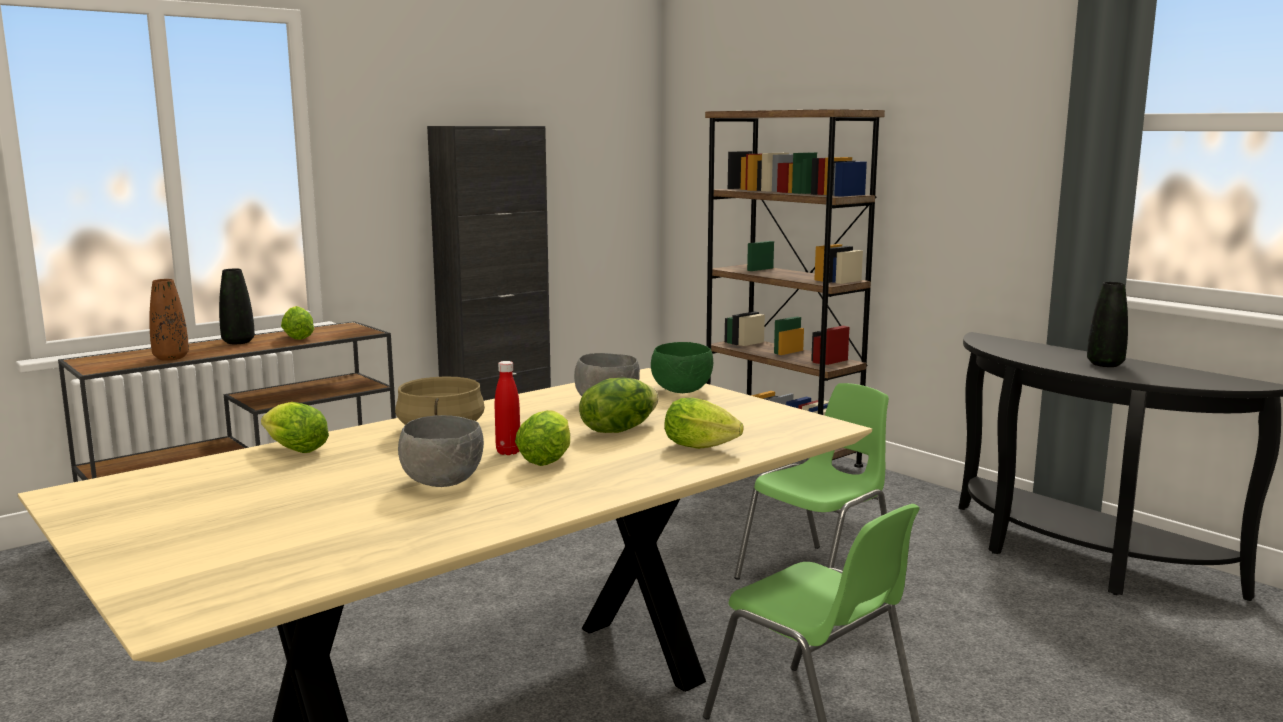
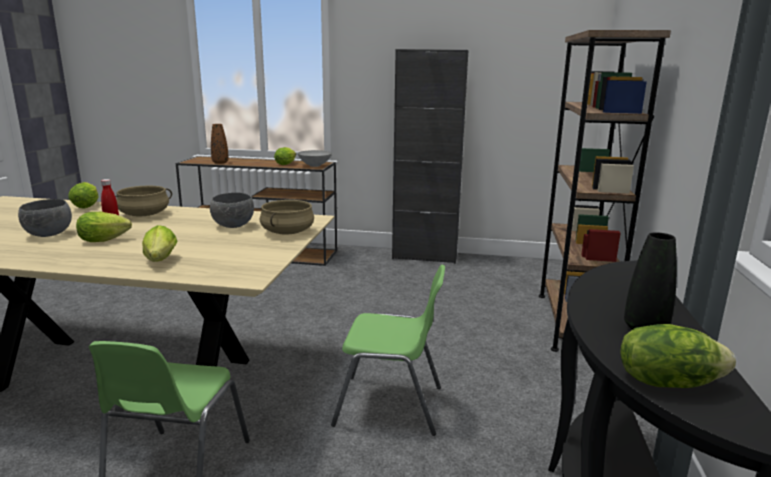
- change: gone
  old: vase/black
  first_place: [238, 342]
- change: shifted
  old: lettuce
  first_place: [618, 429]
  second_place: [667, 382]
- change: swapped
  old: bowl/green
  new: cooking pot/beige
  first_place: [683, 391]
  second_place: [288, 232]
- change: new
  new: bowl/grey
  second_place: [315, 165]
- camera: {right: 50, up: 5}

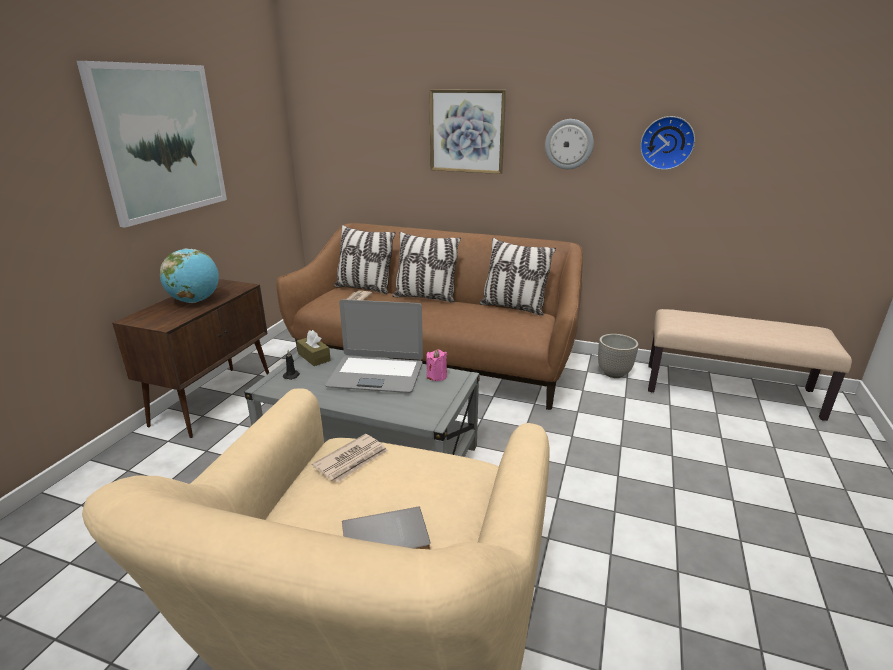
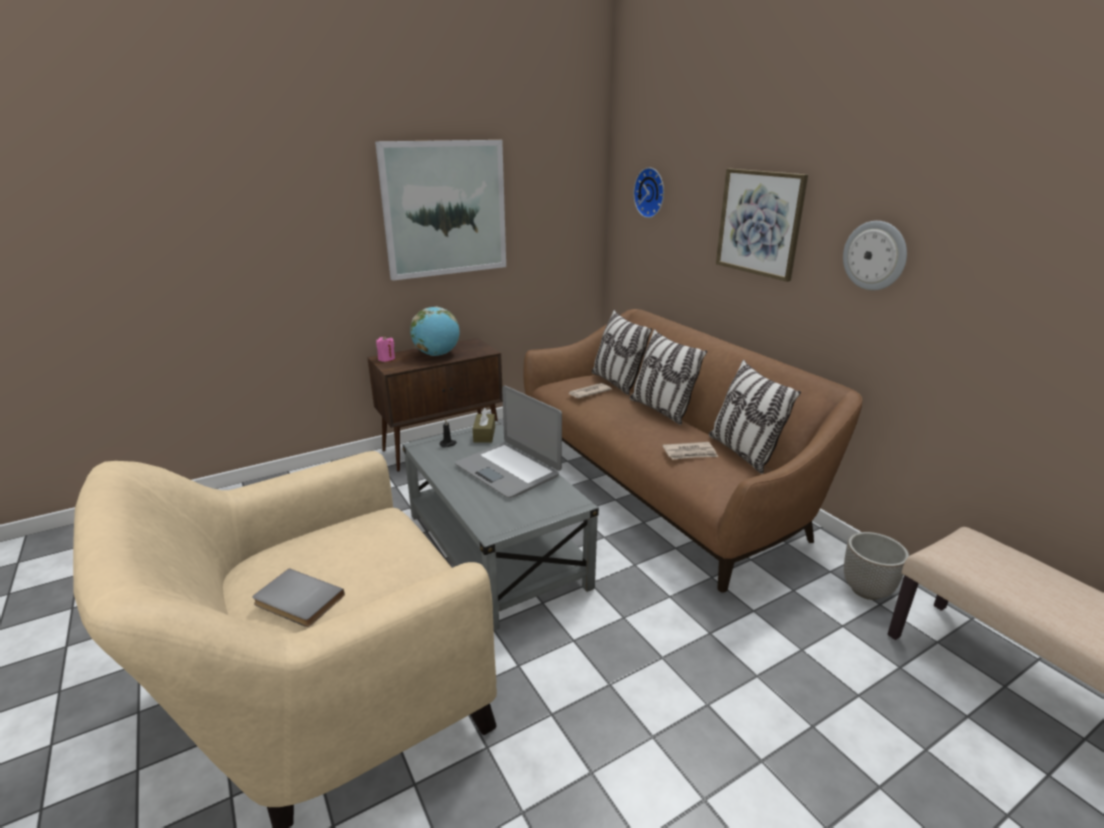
- change: shifted
  old: newspaper
  first_place: [352, 460]
  second_place: [690, 453]
- change: shifted
  old: candle/pink
  first_place: [436, 376]
  second_place: [386, 359]
- change: shifted
  old: wall clock
  first_place: [667, 143]
  second_place: [651, 192]
- camera: {right: 40, up: 0}

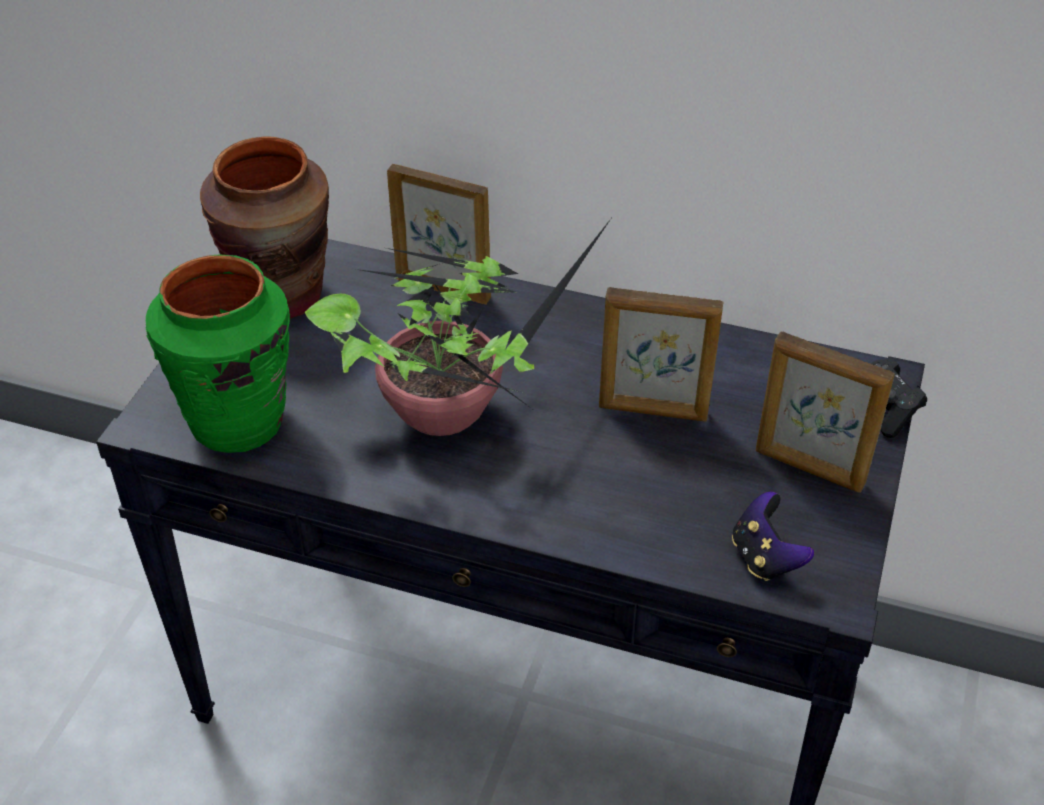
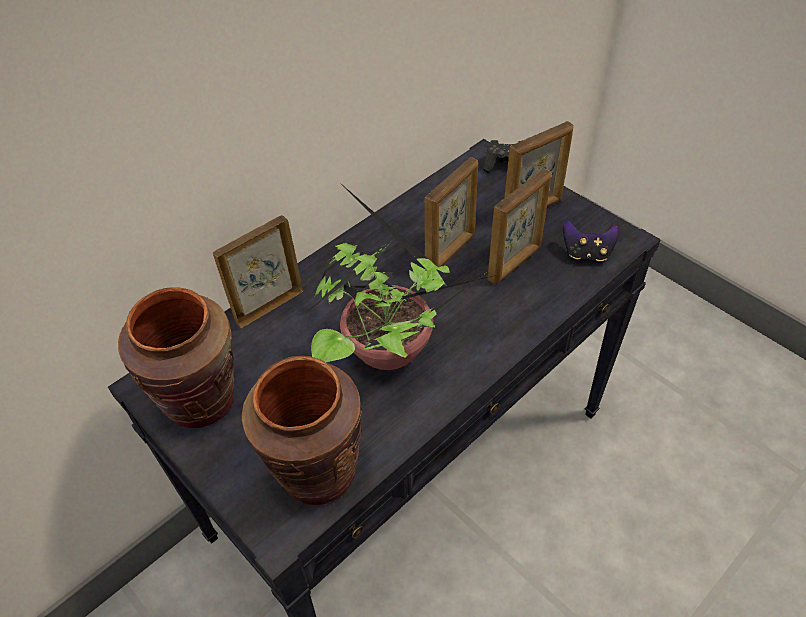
- change: repainted
  old: vase/green
  new: vase/brown
  first_place: [238, 421]
  second_place: [317, 472]
- change: new
  new: picture frame
  second_place: [515, 263]
- camera: {right: -60, up: 5}

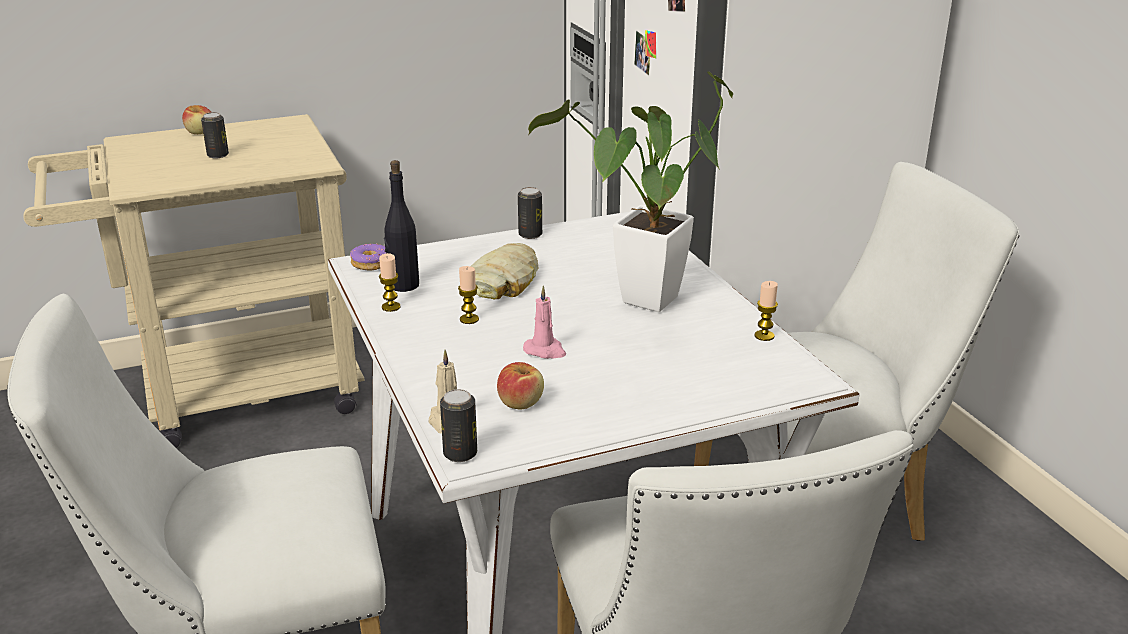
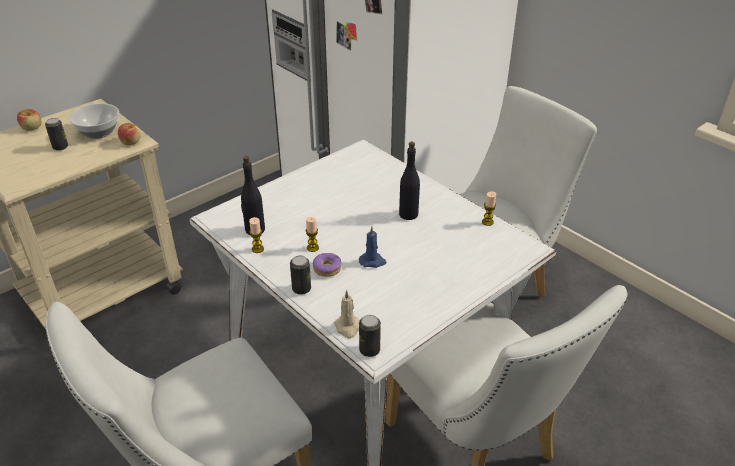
- change: shifted
  old: donut
  first_place: [371, 264]
  second_place: [327, 268]
- change: gone
  old: bread
  first_place: [506, 281]
- change: shifted
  old: apple
  first_place: [520, 402]
  second_place: [131, 142]
- change: shifted
  old: can
  first_place: [530, 235]
  second_place: [301, 289]
- change: repainted
  old: candle/pink
  new: candle/blue
  first_place: [545, 351]
  second_place: [372, 261]
- change: swapped
  old: potted plant
  new: bottle/black
  first_place: [643, 305]
  second_place: [408, 214]
- change: new
  new: bowl
  second_place: [99, 132]
- camera: {right: -20, up: 10}

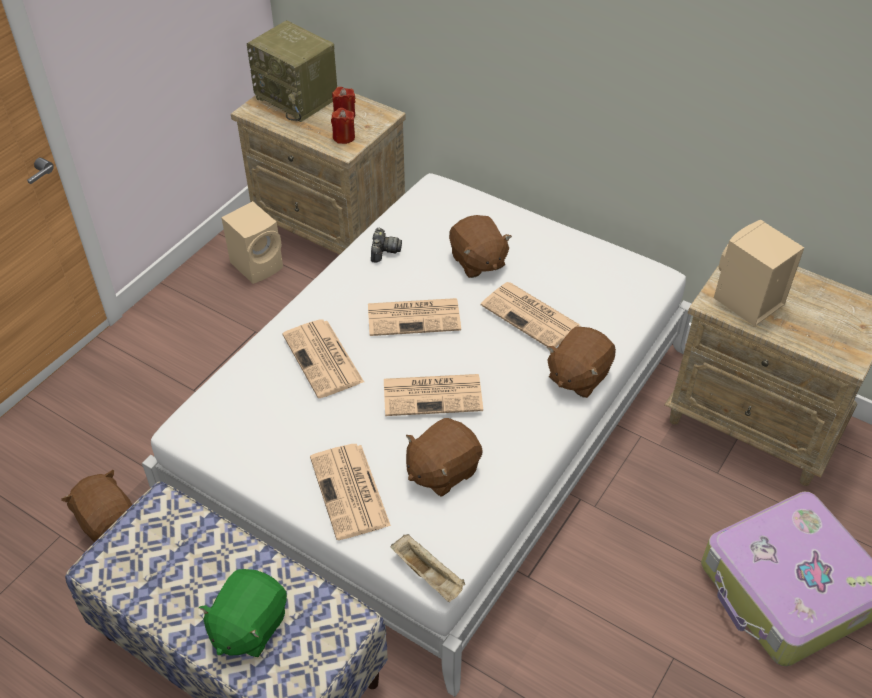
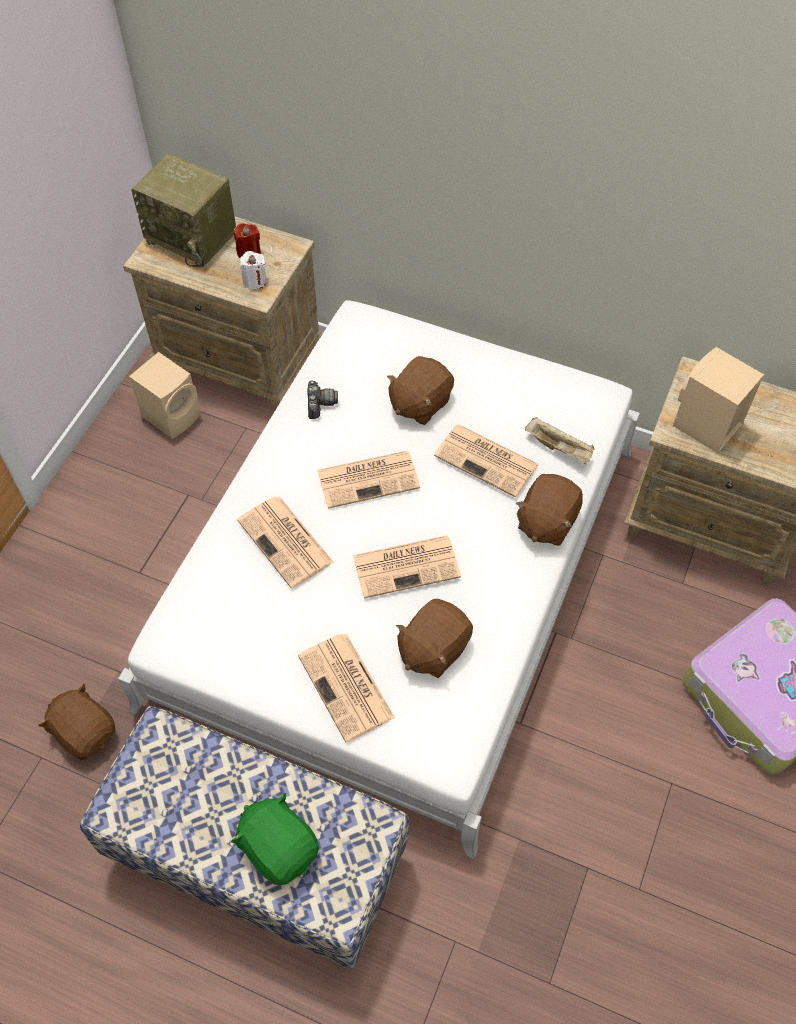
- change: rotated
  old: plush toy/green
  first_place: [248, 626]
  second_place: [279, 848]
  degrees: 120
- change: repainted
  old: candle/red
  new: candle/white
  first_place: [344, 137]
  second_place: [254, 281]
- change: shifted
  old: tray/beige
  first_place: [429, 575]
  second_place: [559, 448]
- change: rotated
  old: plush toy/brown
  first_place: [477, 261]
  second_place: [419, 403]
  degrees: 75
- camera: {right: -10, up: 10}

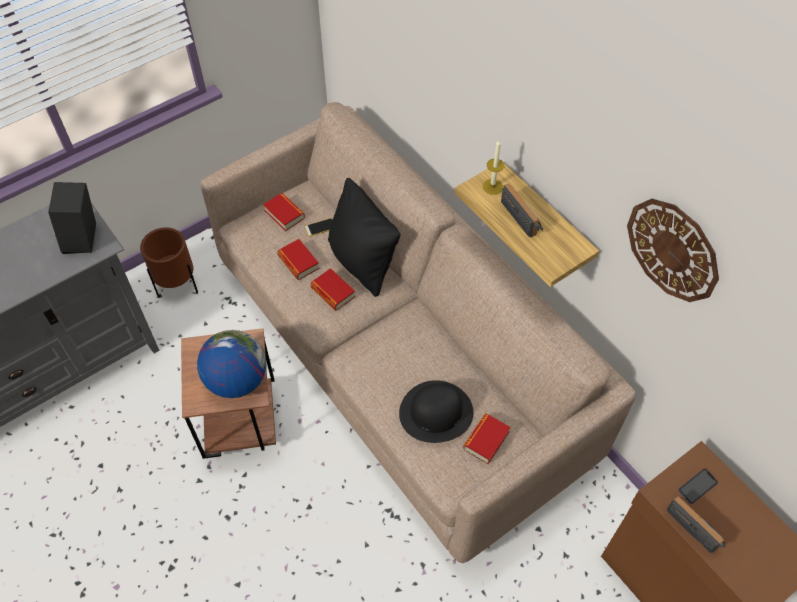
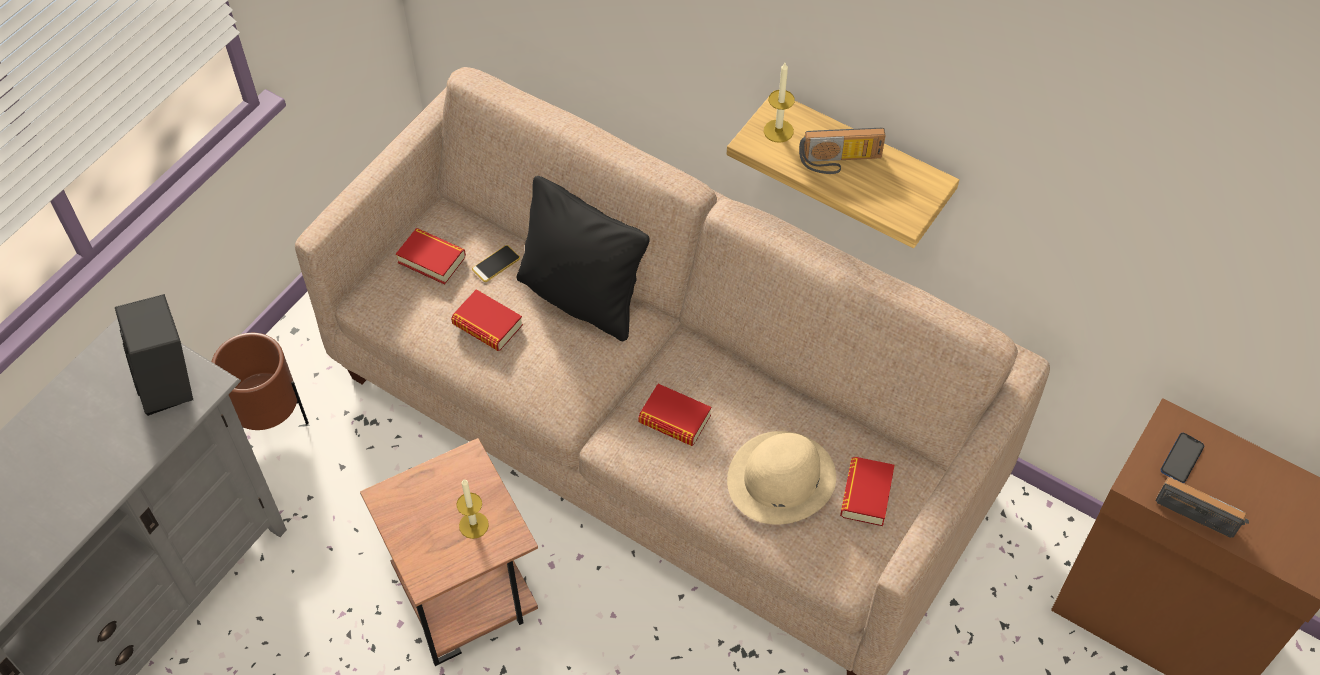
- change: swapped
  old: globe
  new: candle
  first_place: [236, 380]
  second_place: [473, 525]
- change: shifted
  old: book
  first_place: [333, 292]
  second_place: [674, 419]
- change: repainted
  old: hat/black
  new: hat/beige
  first_place: [436, 412]
  second_place: [781, 478]
- change: rotated
  old: radio
  first_place: [523, 217]
  second_place: [840, 162]
  degrees: 135
- change: gone
  old: wall clock
  first_place: [672, 250]
- camera: {right: -20, up: 0}

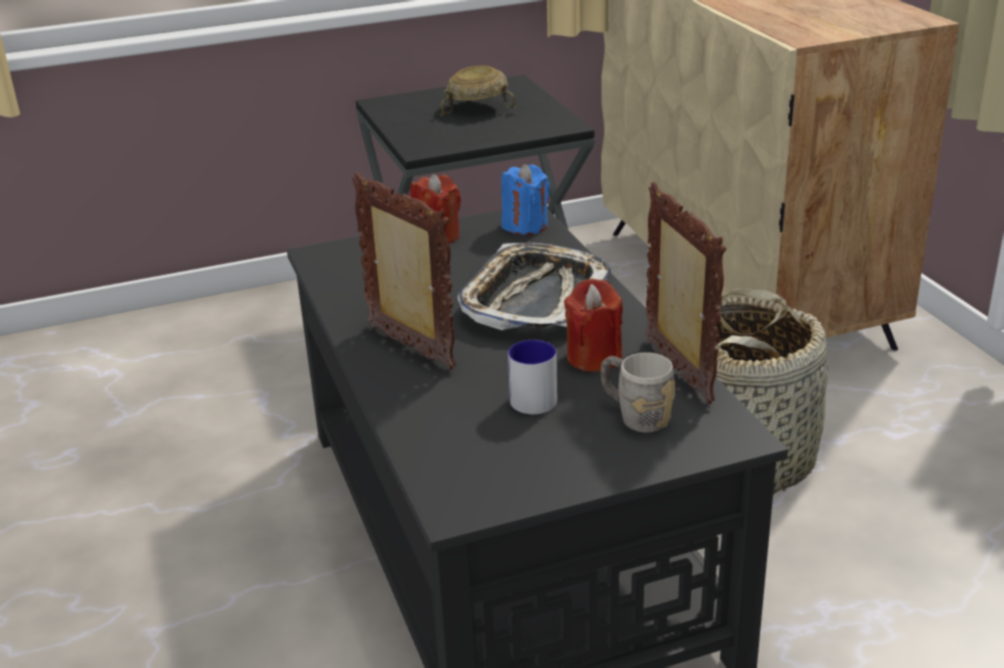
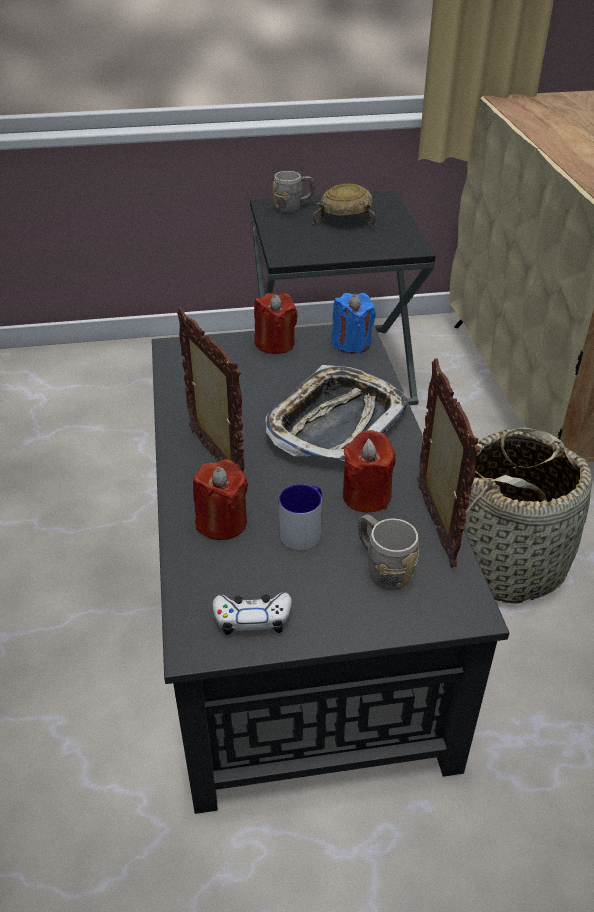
- change: new
  new: candle/red
  second_place: [222, 522]
- change: new
  new: game controller/white
  second_place: [252, 618]
- change: new
  new: mug/grey
  second_place: [293, 207]
- camera: {right: 10, up: 10}

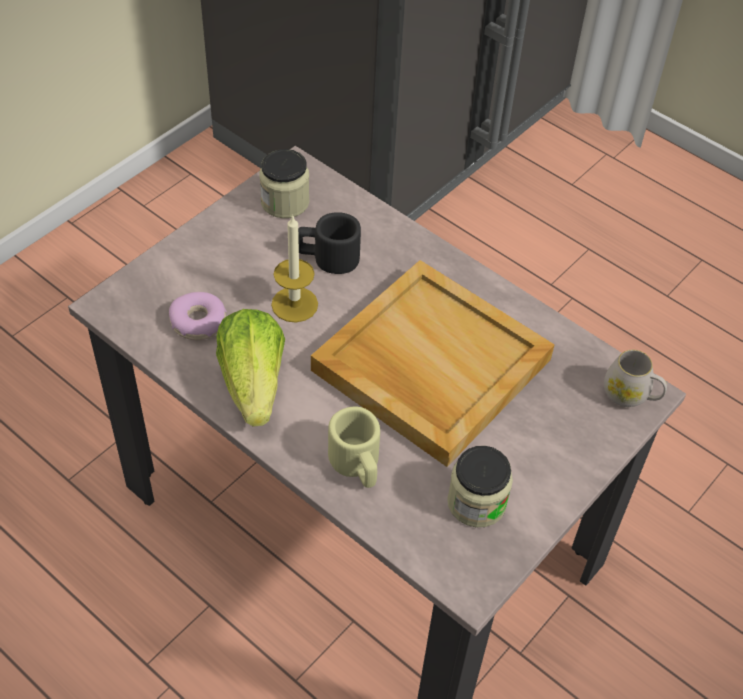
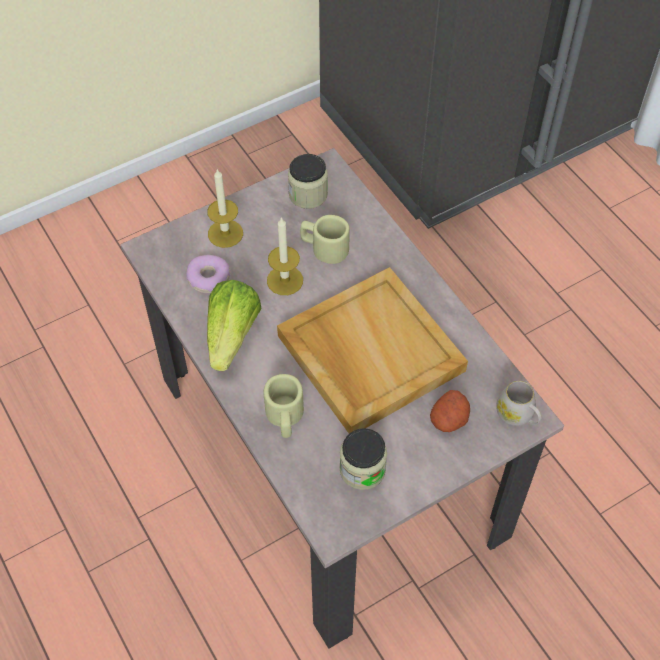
- change: repainted
  old: mug/black
  new: mug/beige
  first_place: [328, 258]
  second_place: [324, 248]
- change: new
  new: candle
  second_place: [225, 233]
- change: new
  new: potato
  second_place: [449, 419]
- camera: {right: 20, up: 5}

